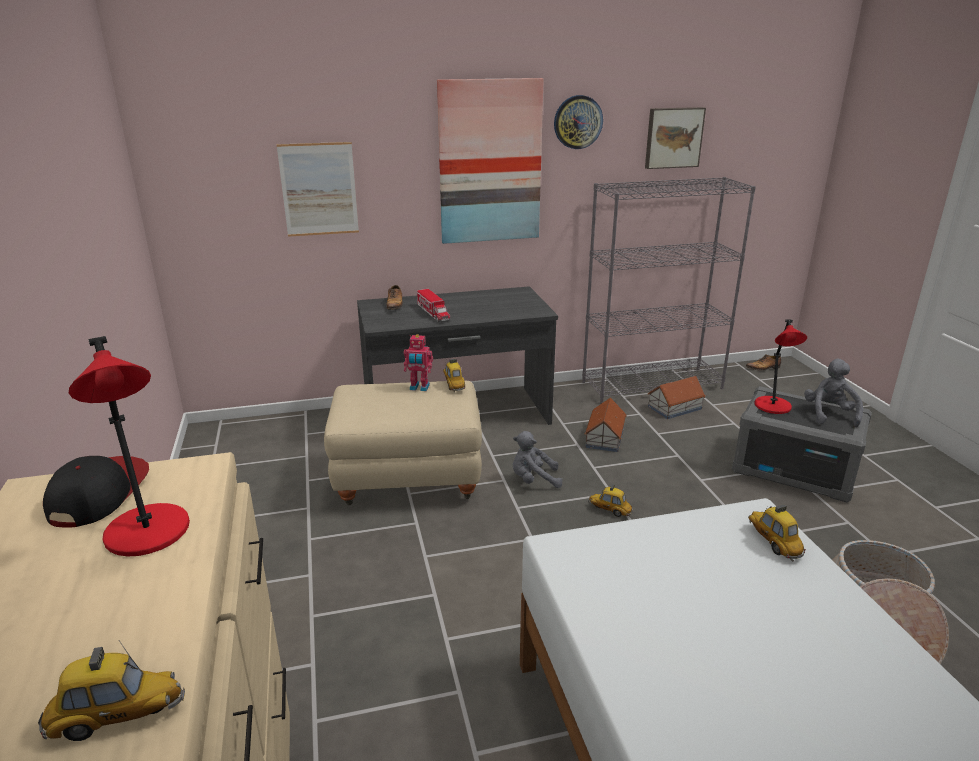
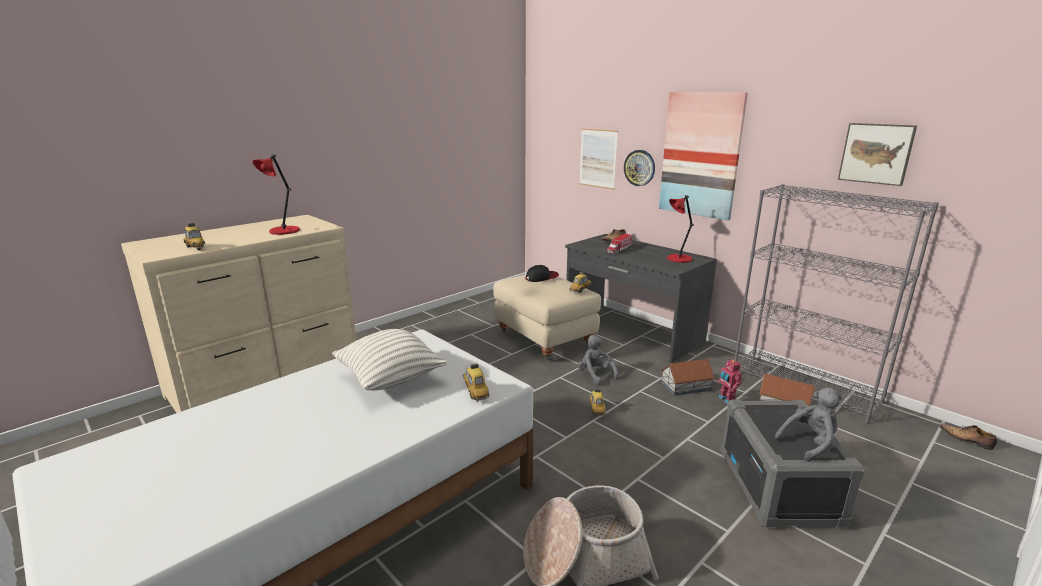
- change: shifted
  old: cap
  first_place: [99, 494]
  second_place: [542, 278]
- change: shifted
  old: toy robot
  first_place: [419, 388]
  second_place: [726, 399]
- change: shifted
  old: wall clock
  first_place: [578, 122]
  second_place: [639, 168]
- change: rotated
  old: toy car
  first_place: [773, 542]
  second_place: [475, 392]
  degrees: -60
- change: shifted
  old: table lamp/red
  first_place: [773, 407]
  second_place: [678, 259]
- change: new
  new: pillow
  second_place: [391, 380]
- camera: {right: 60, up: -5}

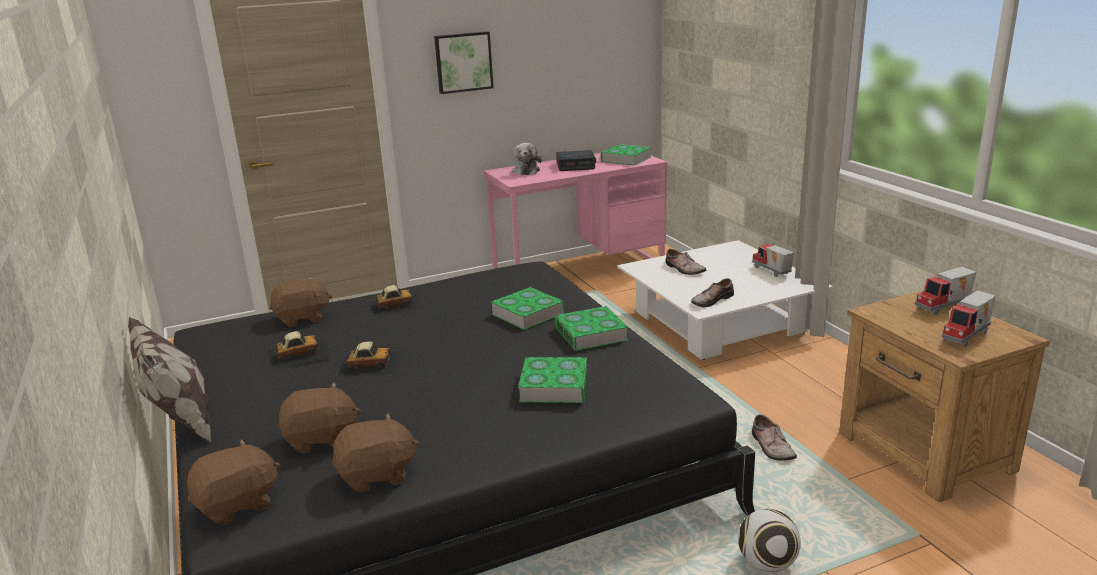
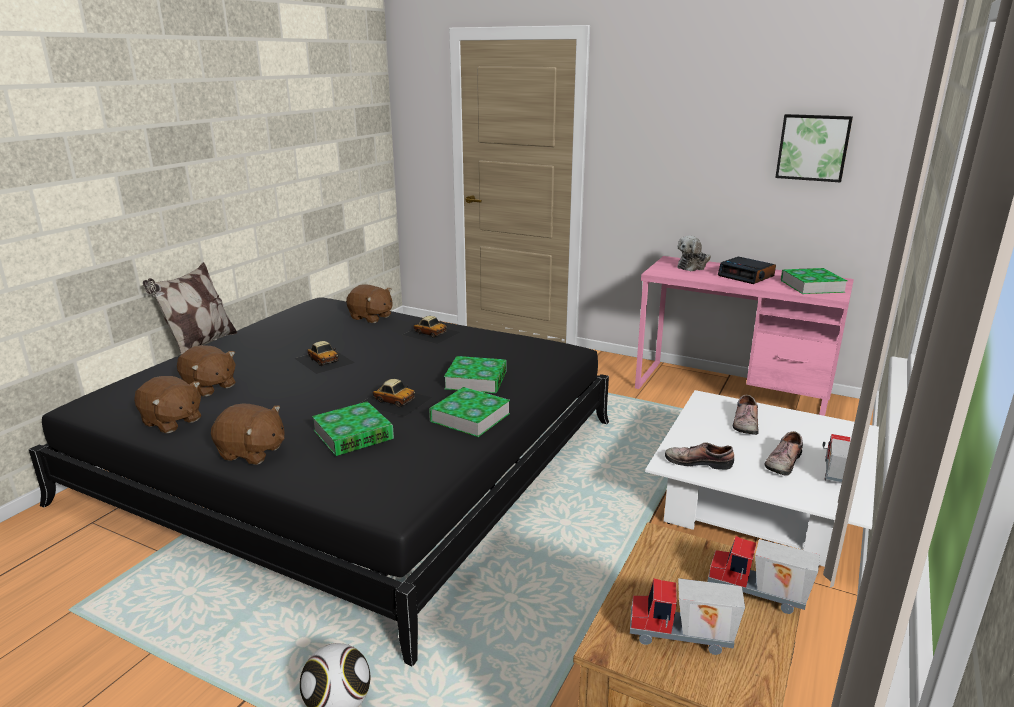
- change: shifted
  old: plush toy/brown
  first_place: [238, 505]
  second_place: [252, 452]
- change: shifted
  old: toy car
  first_place: [298, 353]
  second_place: [395, 400]
- change: shifted
  old: picture
  first_place: [463, 62]
  second_place: [813, 147]
- change: shifted
  old: shoe
  first_place: [770, 447]
  second_place: [782, 462]
- camera: {right: 50, up: 0}

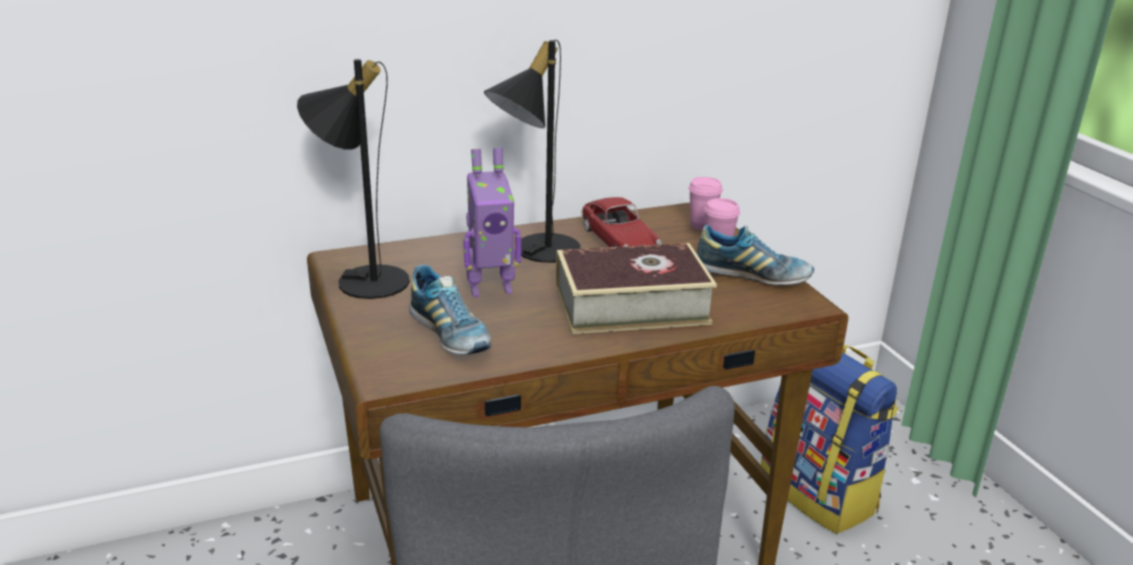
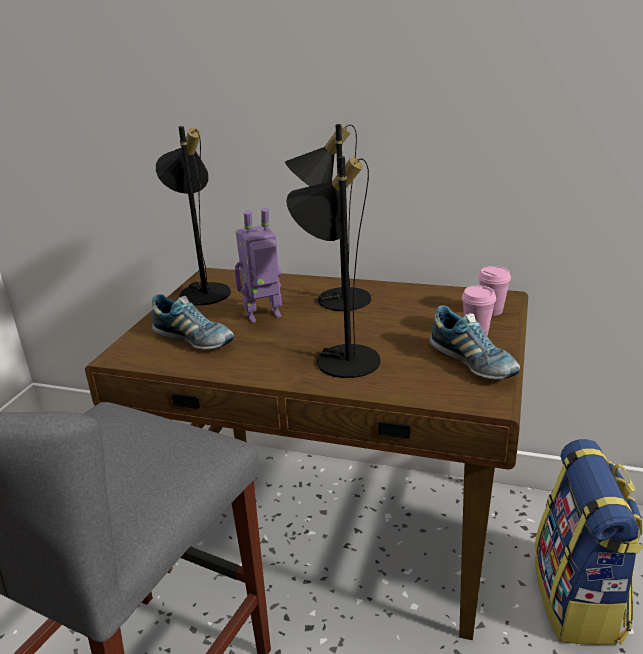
- change: rotated
  old: shoe
  first_place: [450, 334]
  second_place: [194, 340]
  degrees: -60
- change: rotated
  old: toy robot
  first_place: [490, 288]
  second_place: [264, 316]
  degrees: 135
- change: swapped
  old: book
  new: table lamp/black
  first_place: [631, 305]
  second_place: [339, 356]
- change: gone
  old: toy car
  first_place: [619, 241]
- camera: {right: 40, up: 0}

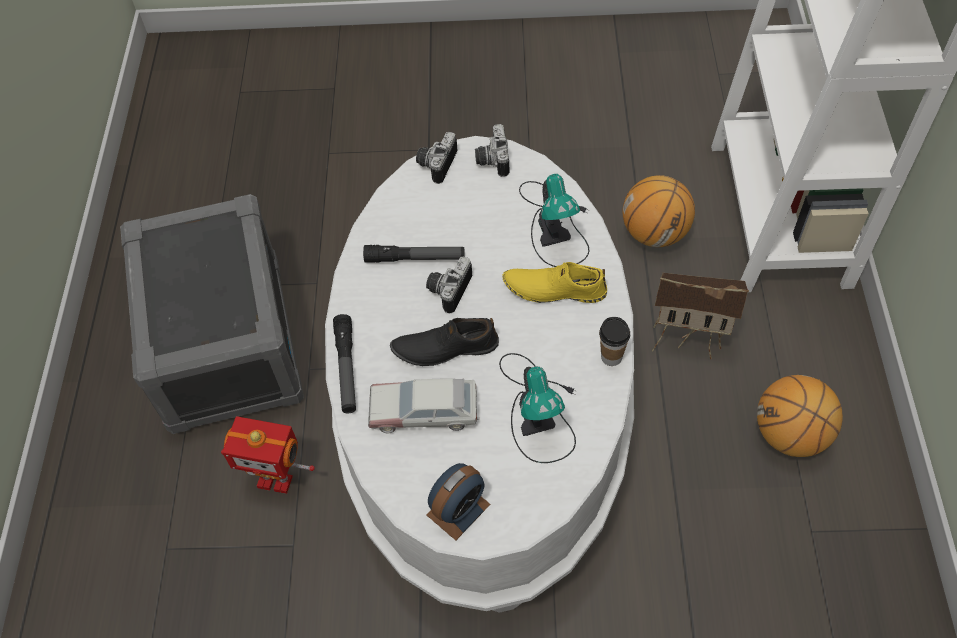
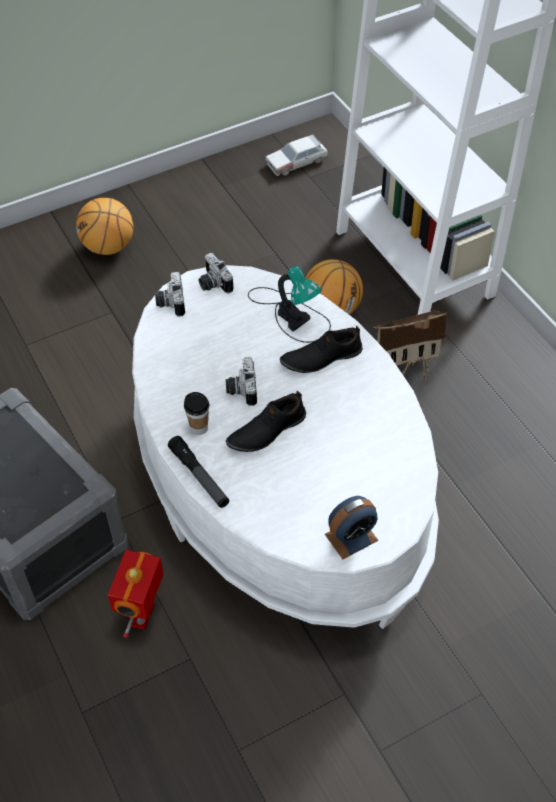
- change: rotated
  old: toy robot
  first_place: [276, 479]
  second_place: [143, 615]
  degrees: 120
- change: gone
  old: flashlight
  first_place: [415, 258]
- change: shifted
  old: toy car
  first_place: [425, 410]
  second_place: [296, 161]
- change: rotated
  old: alarm clock
  first_place: [458, 509]
  second_place: [351, 537]
  degrees: 45
- change: gone
  old: table lamp
  first_place: [537, 409]
- change: repainted
  old: shoe/yellow
  new: shoe/black
  first_place: [554, 289]
  second_place: [321, 357]
- change: shifted
  old: cup
  first_place: [611, 357]
  second_place: [199, 428]
- change: shifted
  old: basketball
  first_place: [790, 434]
  second_place: [108, 247]
- camera: {right: -30, up: -5}

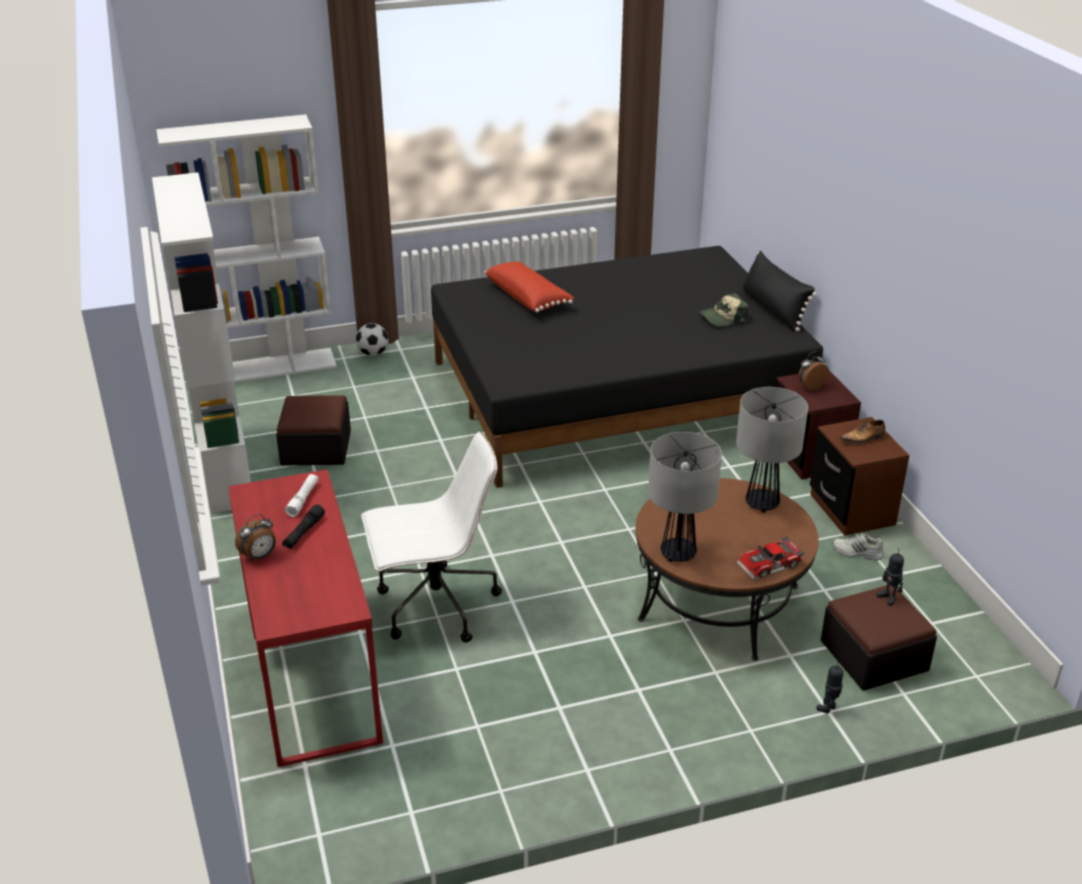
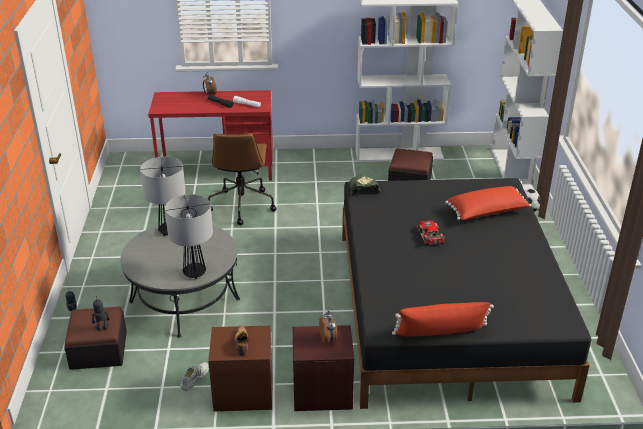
- change: repainted
  old: office chair/white
  new: office chair/brown
  first_place: [435, 606]
  second_place: [241, 205]
- change: repainted
  old: coffee table/brown
  new: coffee table/grey
  first_place: [719, 603]
  second_place: [184, 300]
- change: shifted
  old: cap
  first_place: [723, 318]
  second_place: [363, 188]
- change: shifted
  old: toy car
  first_place: [770, 566]
  second_place: [429, 236]
- change: repainted
  old: pillow/black
  new: pillow/red
  first_place: [773, 309]
  second_place: [440, 333]
- camera: {right: 105, up: 0}

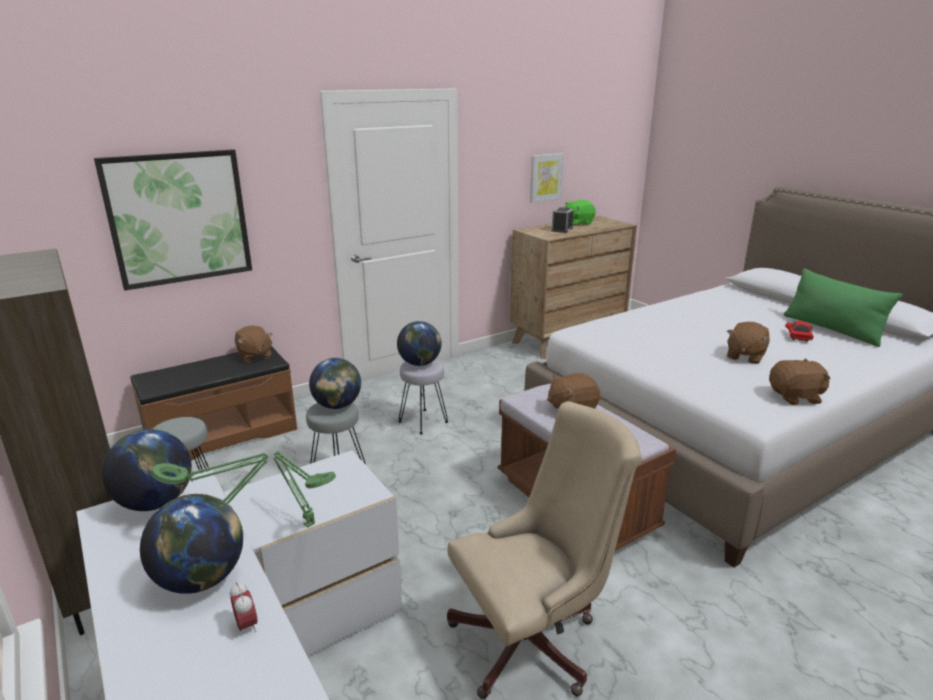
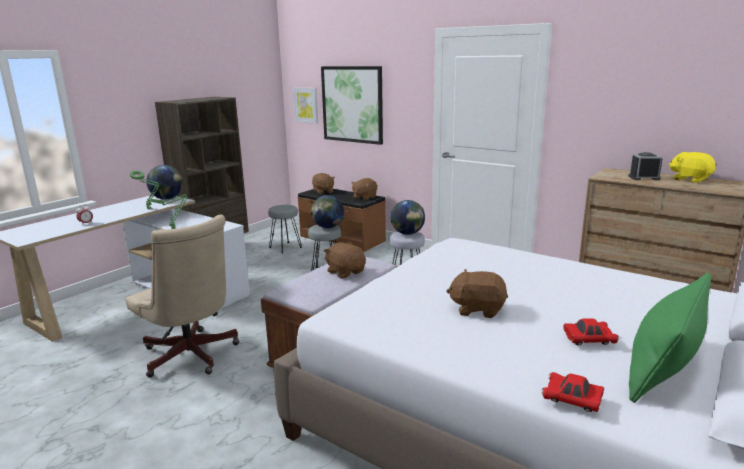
- change: gone
  old: globe
  first_place: [201, 579]
- change: shifted
  old: picture
  first_place: [546, 177]
  second_place: [306, 105]
- change: repainted
  old: plush toy/green
  new: plush toy/yellow
  first_place: [578, 223]
  second_place: [690, 179]
- change: shifted
  old: plush toy/brown
  first_place: [795, 397]
  second_place: [323, 191]
- change: new
  new: toy car/red
  second_place: [572, 401]
- camera: {right: 70, up: -5}

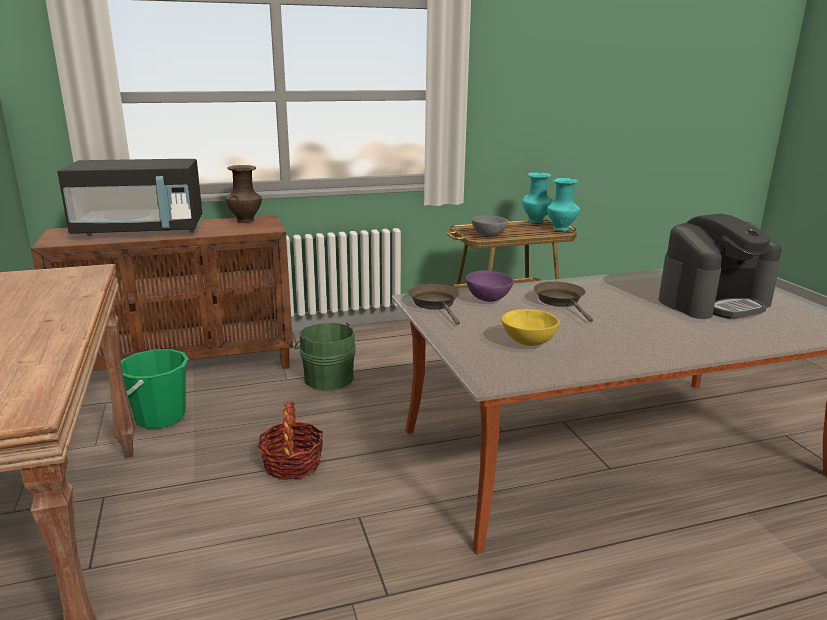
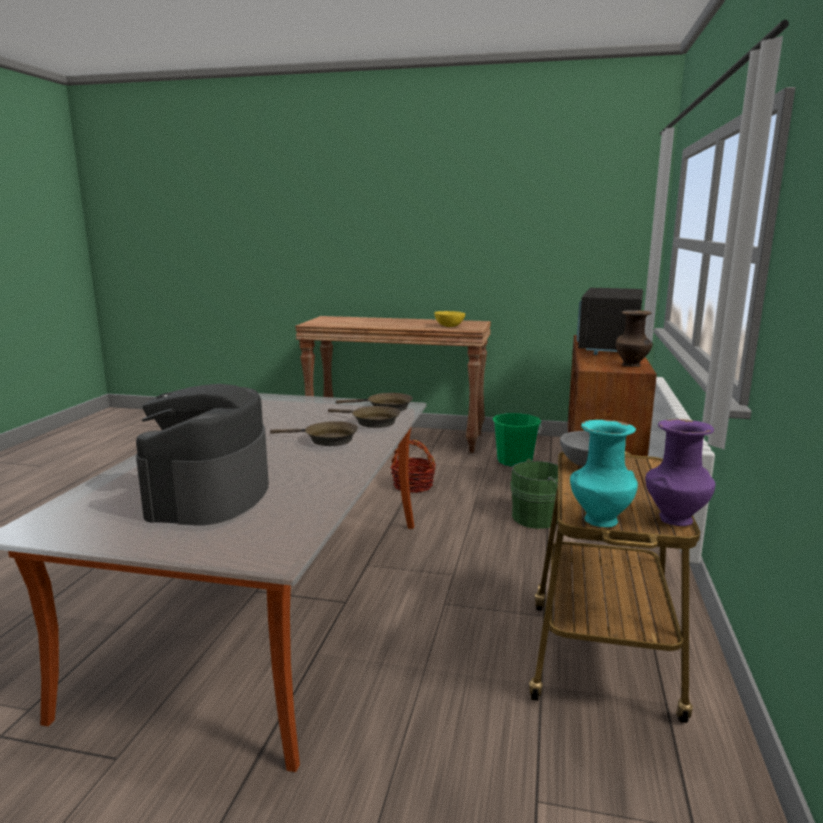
- change: swapped
  old: bowl/purple
  new: frying pan/brown
  first_place: [489, 299]
  second_place: [372, 421]
- change: shifted
  old: bowl/yellow
  first_place: [527, 343]
  second_place: [449, 326]
- change: repainted
  old: vase/turquoise
  new: vase/purple
  first_place: [536, 221]
  second_place: [674, 520]
- camera: {right: 120, up: -5}

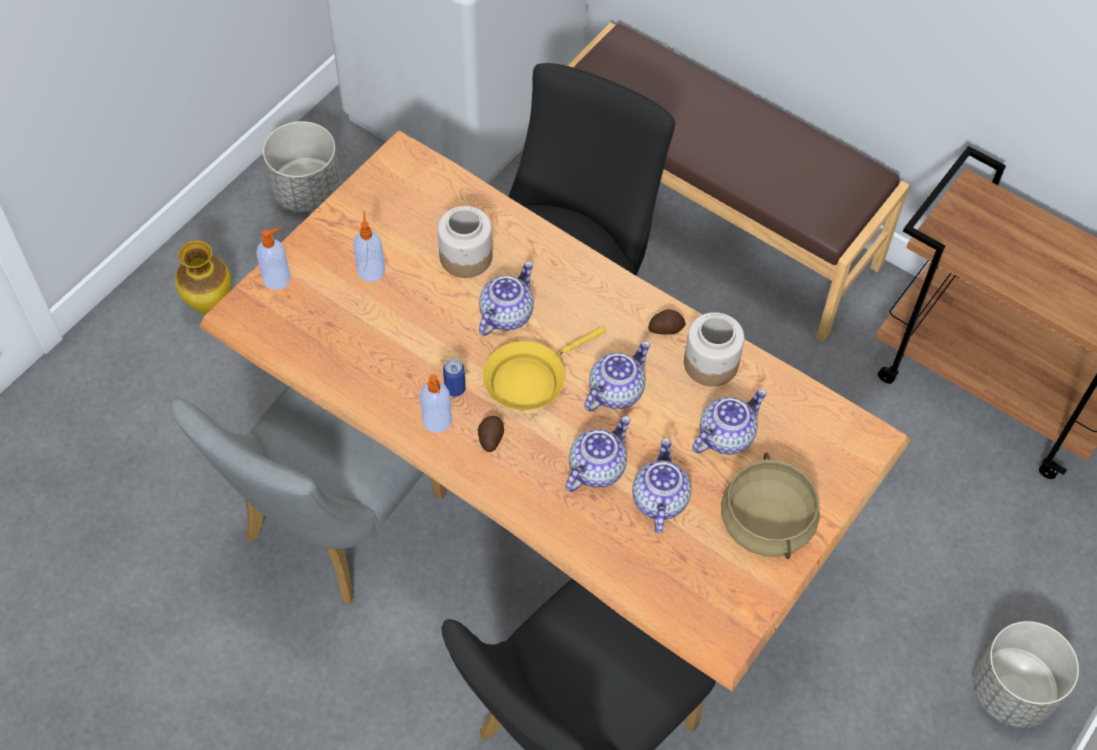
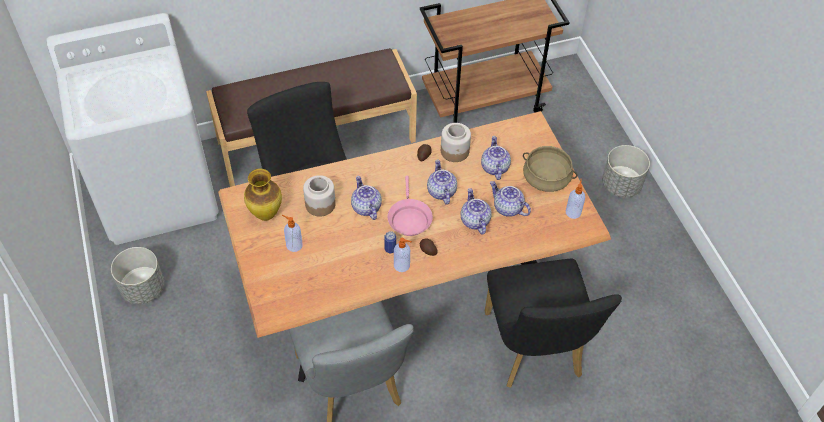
- change: shifted
  old: vase
  first_place: [209, 305]
  second_place: [266, 215]
- change: shifted
  old: soap dispenser
  first_place: [278, 278]
  second_place: [573, 212]
- change: repainted
  old: frying pan/yellow
  new: frying pan/pink
  first_place: [530, 379]
  second_place: [409, 218]
- camera: {right: -55, up: -5}

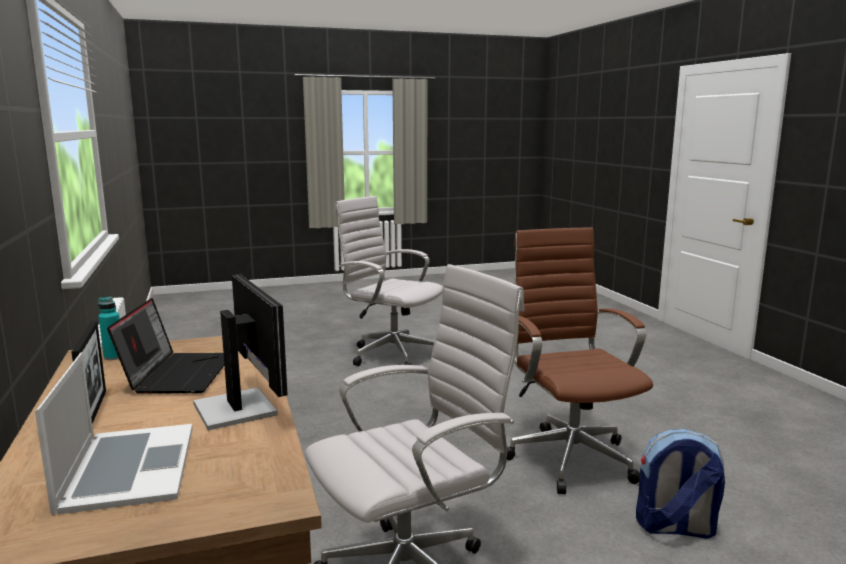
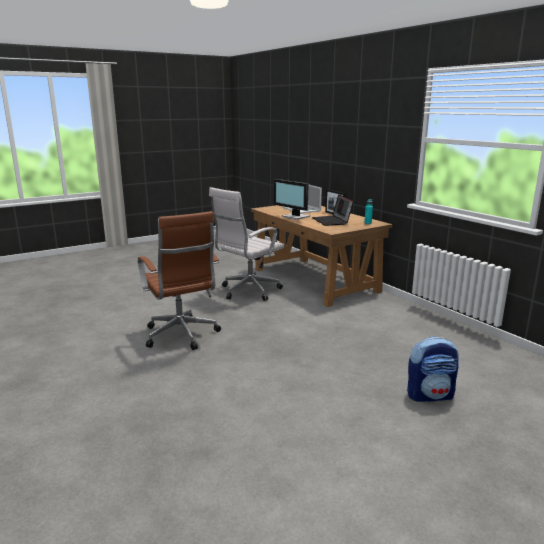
- change: gone
  old: office chair/white
  first_place: [390, 355]
- change: shifted
  old: backpack
  first_place: [675, 528]
  second_place: [430, 395]
- camera: {right: 165, up: 5}

